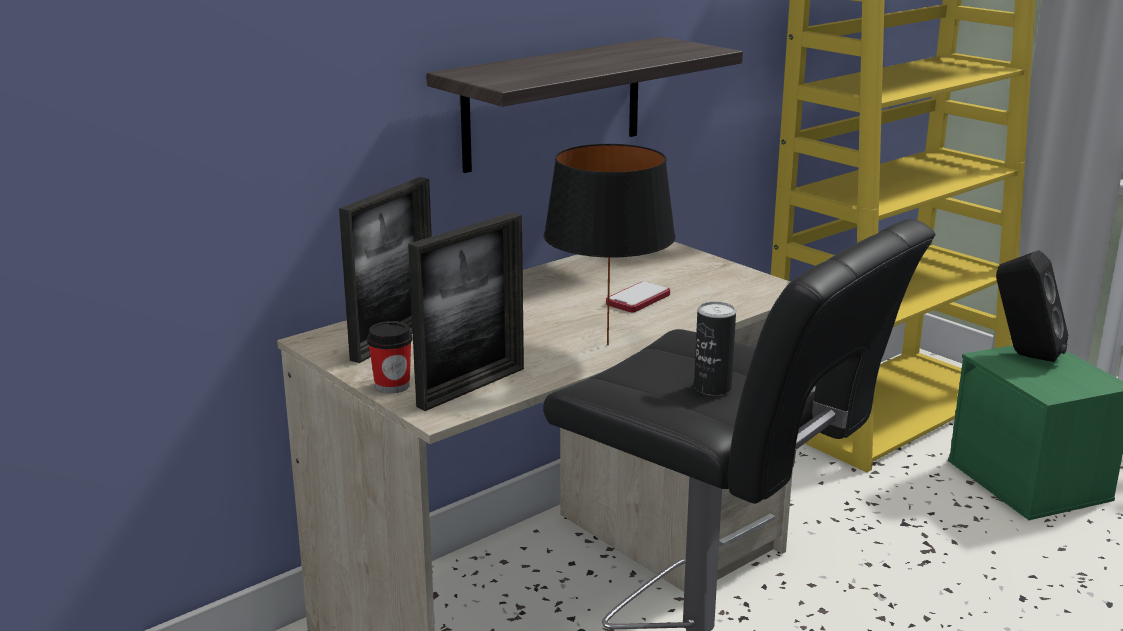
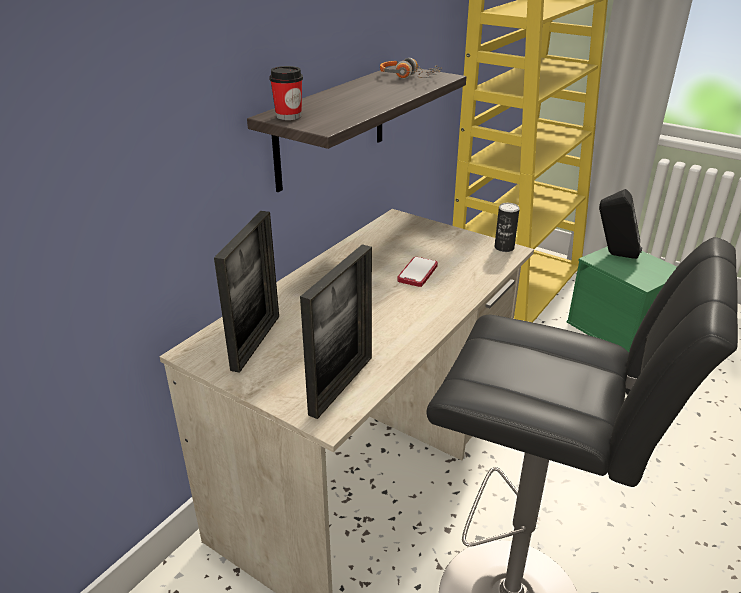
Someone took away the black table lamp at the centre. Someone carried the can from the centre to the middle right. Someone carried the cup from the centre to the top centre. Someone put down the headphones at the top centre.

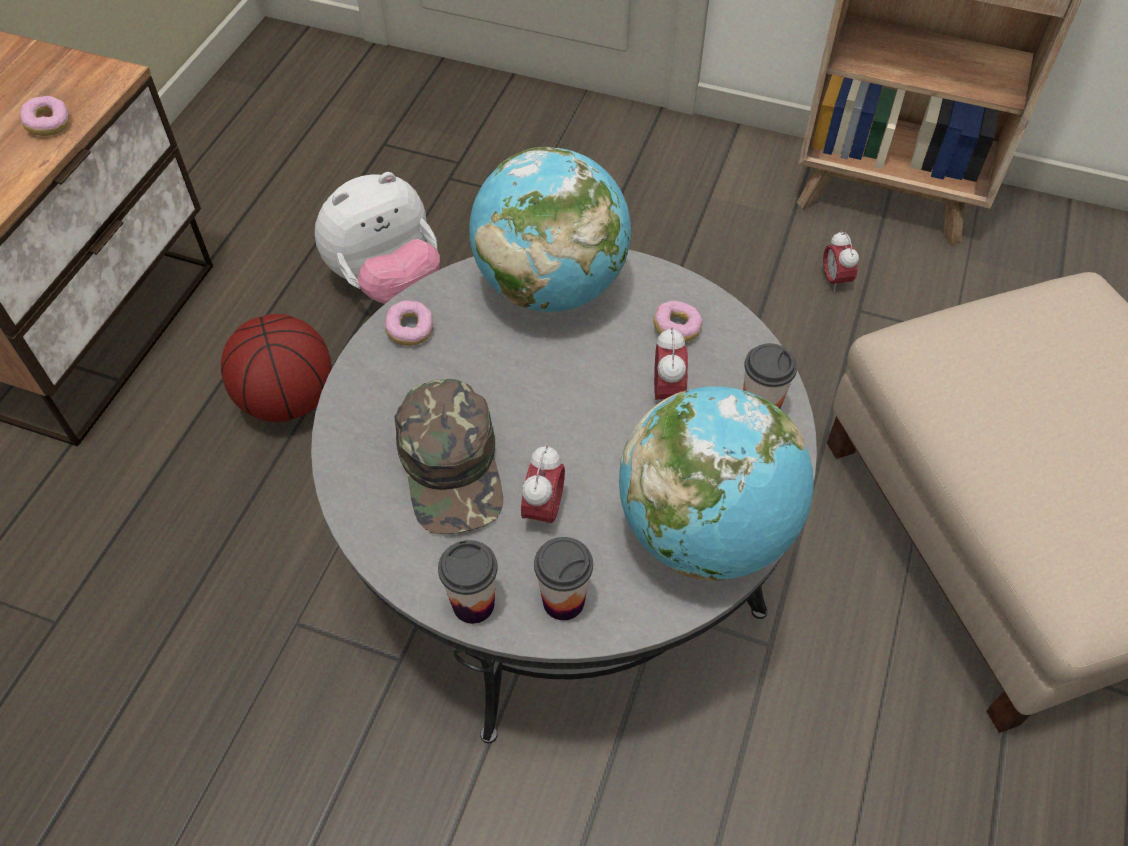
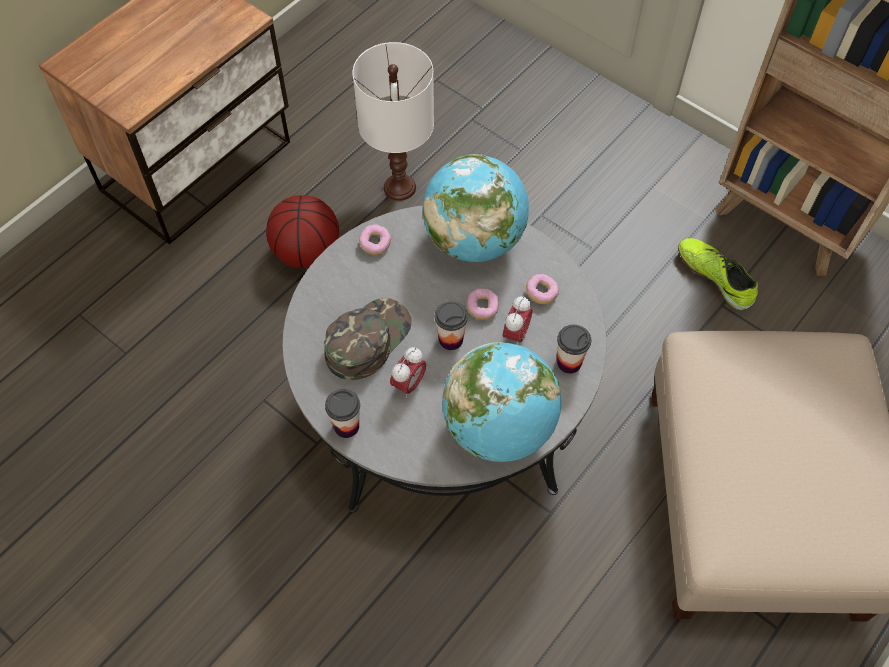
Someone carried the donut (1st from left in the first image) from the top left to the centre. Someone swapped the plush toy at the top centre for the white table lamp at the top centre. Someone swapped the alarm clock (3rd from left) at the top right for the shoe at the middle right. Someone rotated the green cap at the centre by 150 degrees counterclockwise. Someone carried the cup (2nd from left) from the bottom centre to the centre.

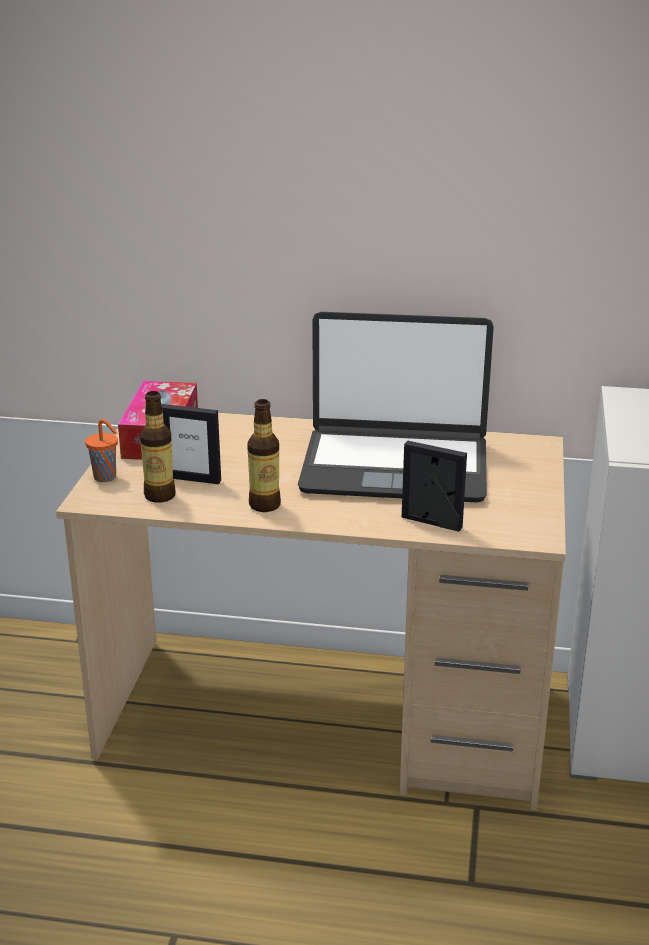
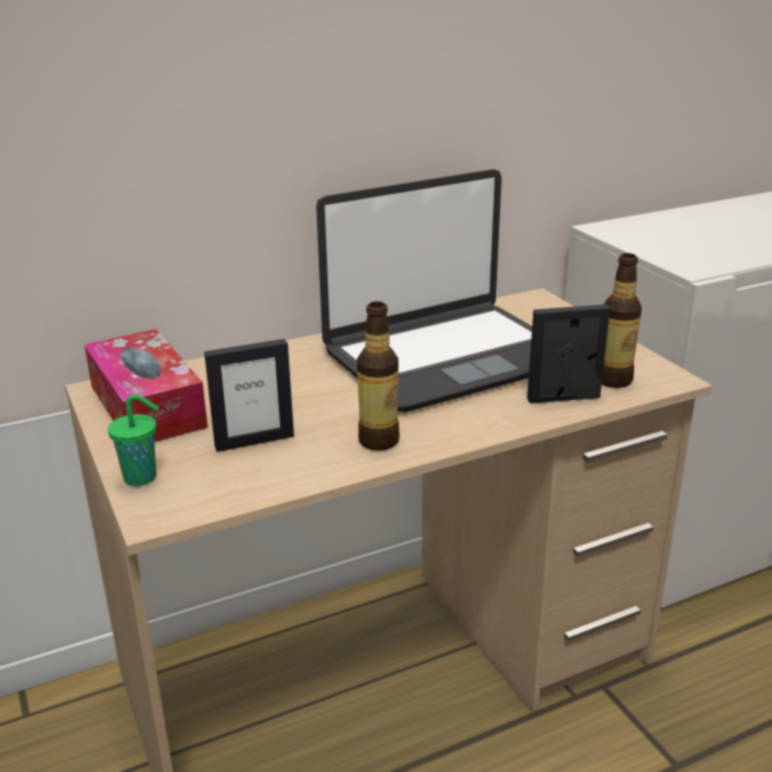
Someone carried the bottle (1st from left in the first image) from the middle left to the middle right. Someone repainted the orange cup at the middle left, which became the green cup at the middle left.

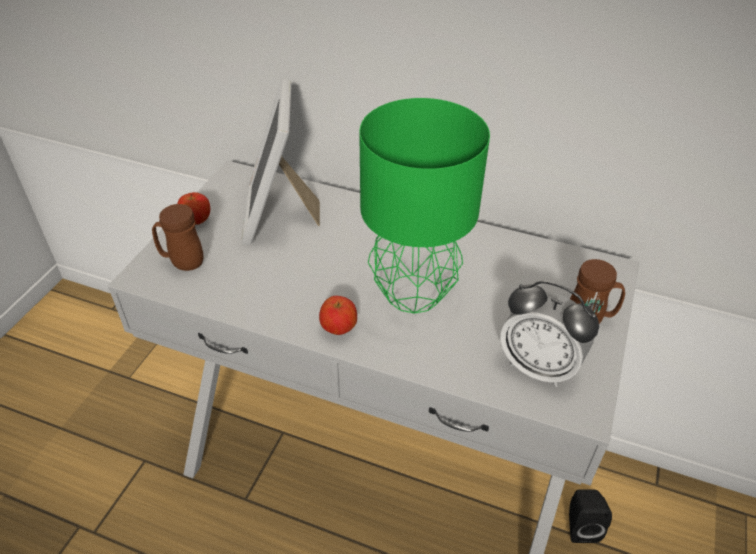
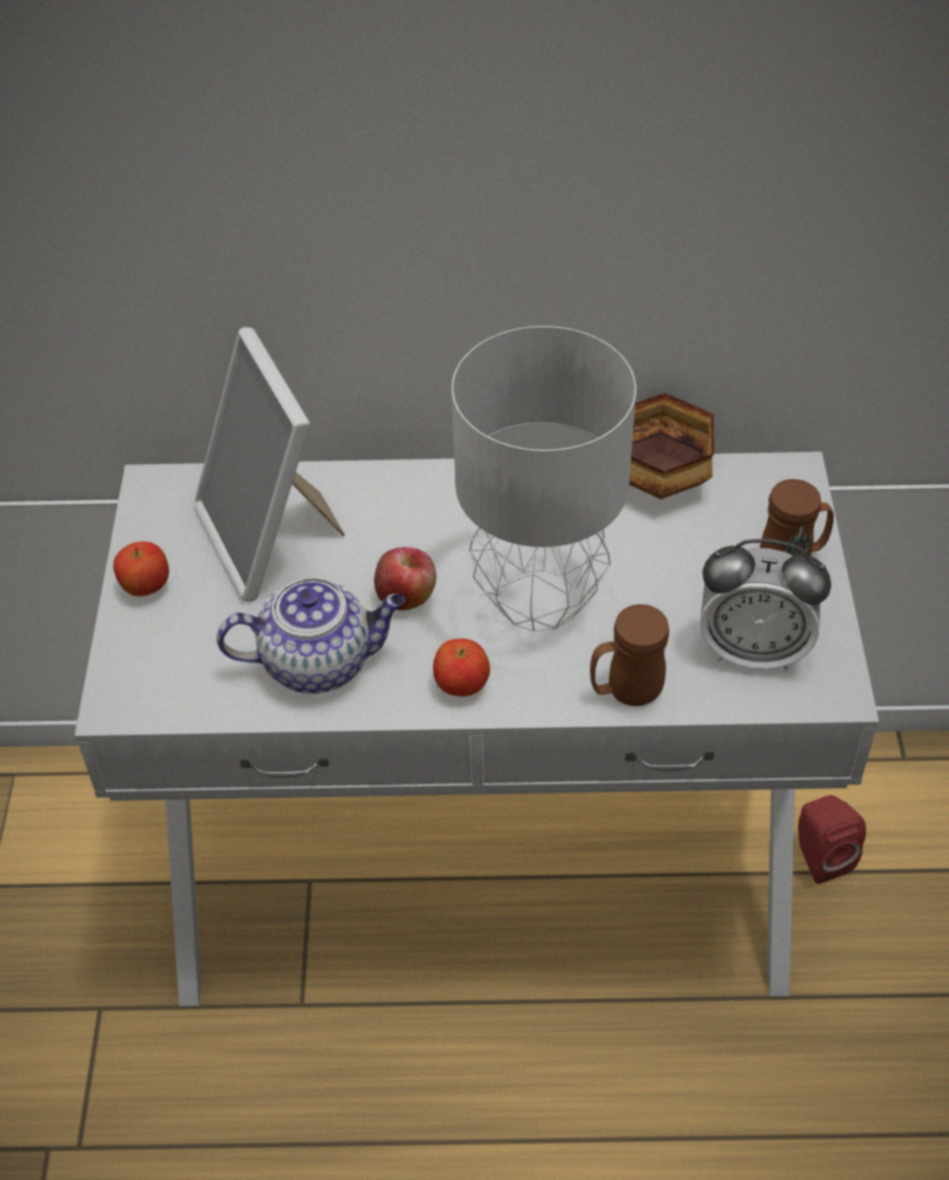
Someone repainted the green table lamp at the centre, which became the grey table lamp at the centre. Someone carried the brown mug (1st from left) from the middle left to the centre. Someone repainted the black speaker at the bottom right, which became the red speaker at the bottom right. Someone put down the bowl at the middle right. Someone put down the apple (2nd from left) at the centre. Someone put down the teapot at the middle left.

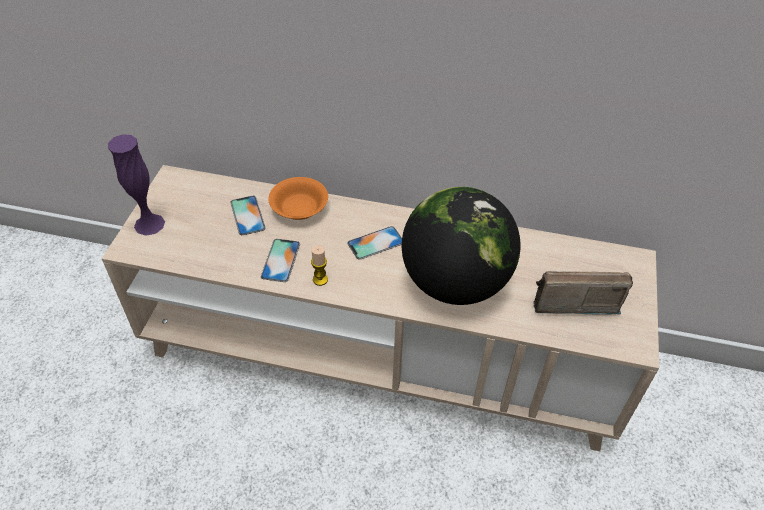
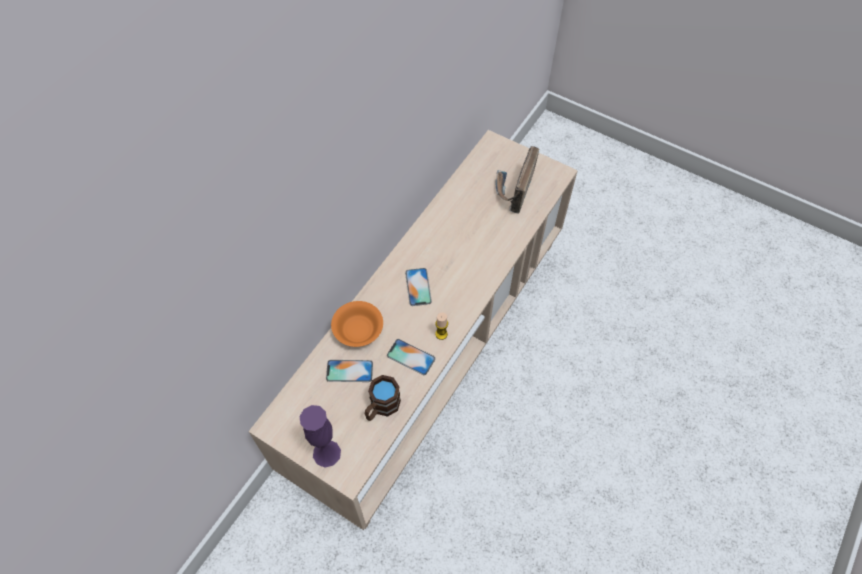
Someone took away the globe at the centre. Someone put down the brown mug at the bottom centre.

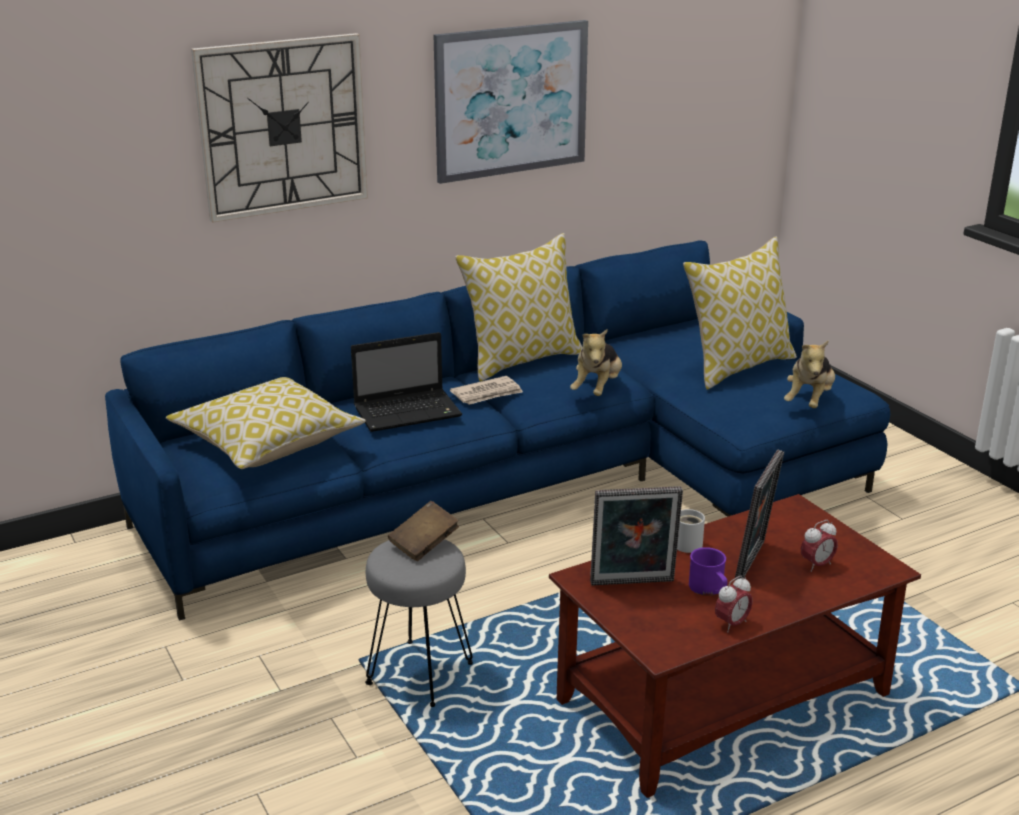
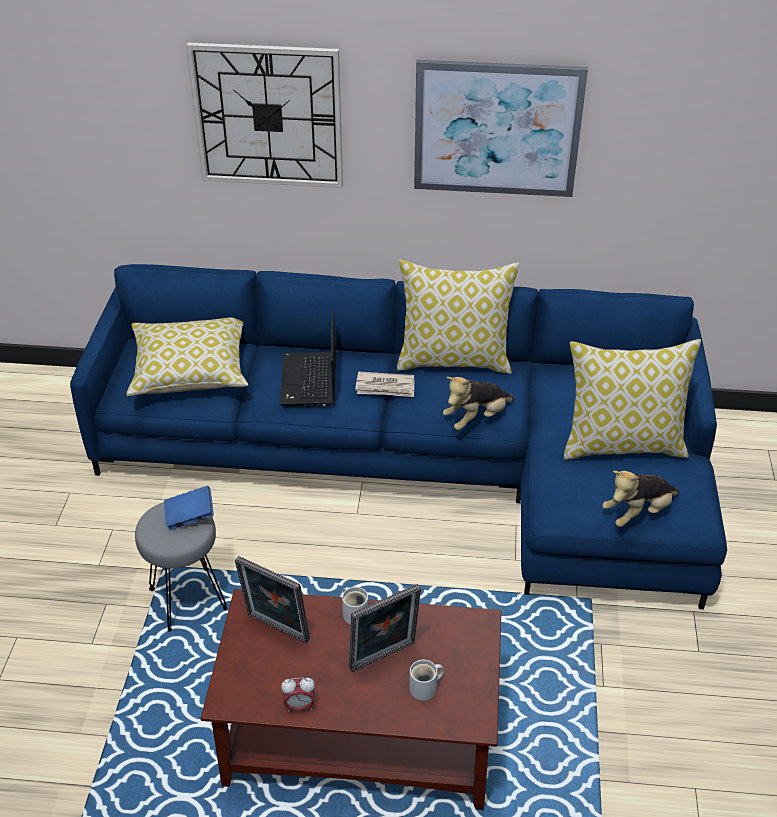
Someone rotated the laptop at the centre by 75 degrees clockwise. Someone repainted the brown book at the centre, which became the blue book at the middle left. Someone swapped the alarm clock (2nd from left) at the bottom right for the white mug (2nd from left) at the bottom centre. Someone took away the purple mug at the bottom right.

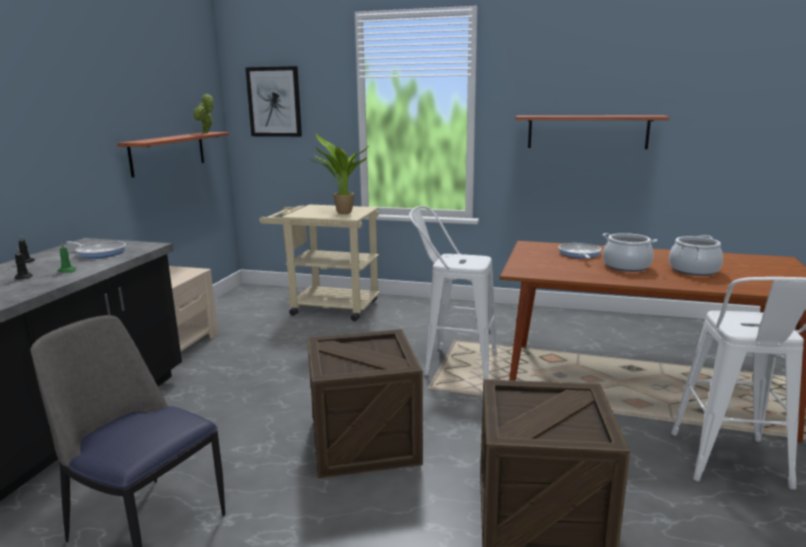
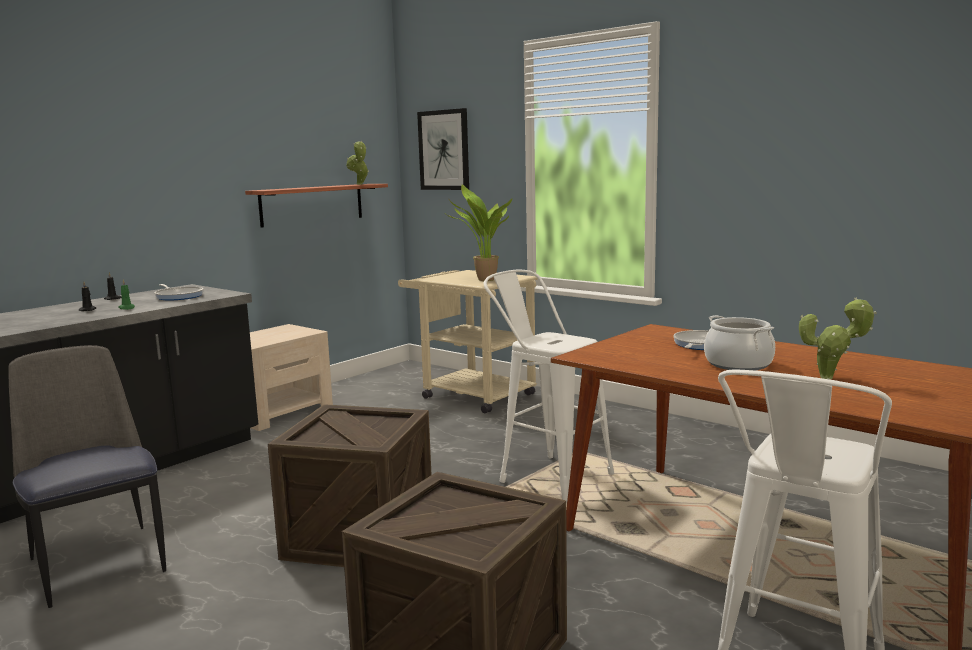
Someone took away the shelf (2nd from left) at the top right. Someone swapped the cooking pot (2nd from left) at the middle right for the potted plant (3rd from left) at the middle right.

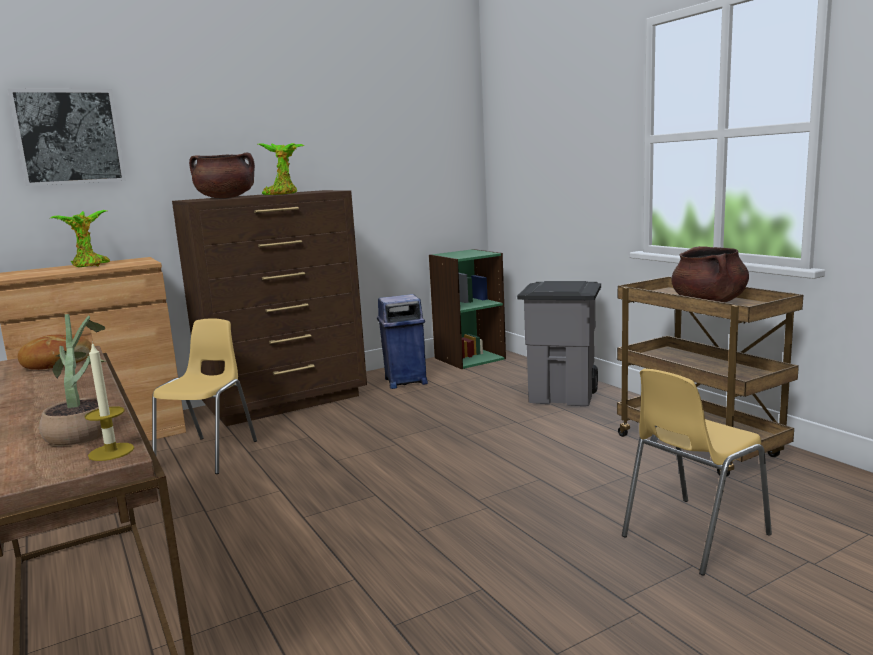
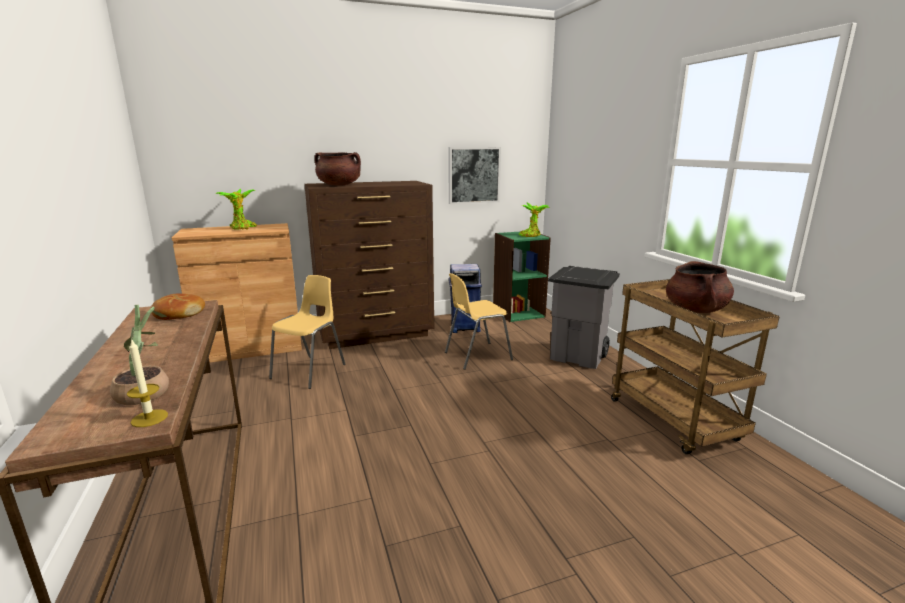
Someone carried the picture from the top left to the top centre. Someone carried the potted plant (3rd from left) from the top left to the centre. Someone carried the yellow chair (2nd from left) from the bottom right to the centre.

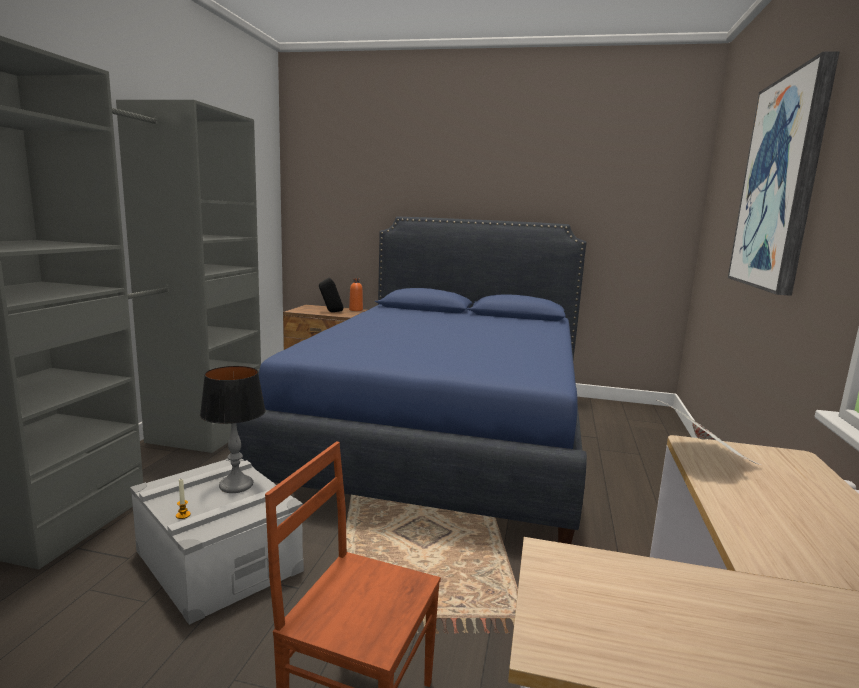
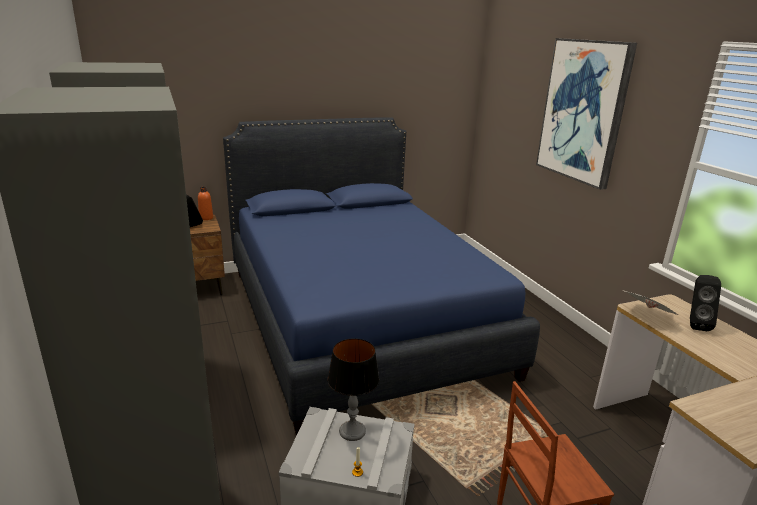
Someone put down the black speaker (2nd from left) at the middle right.

